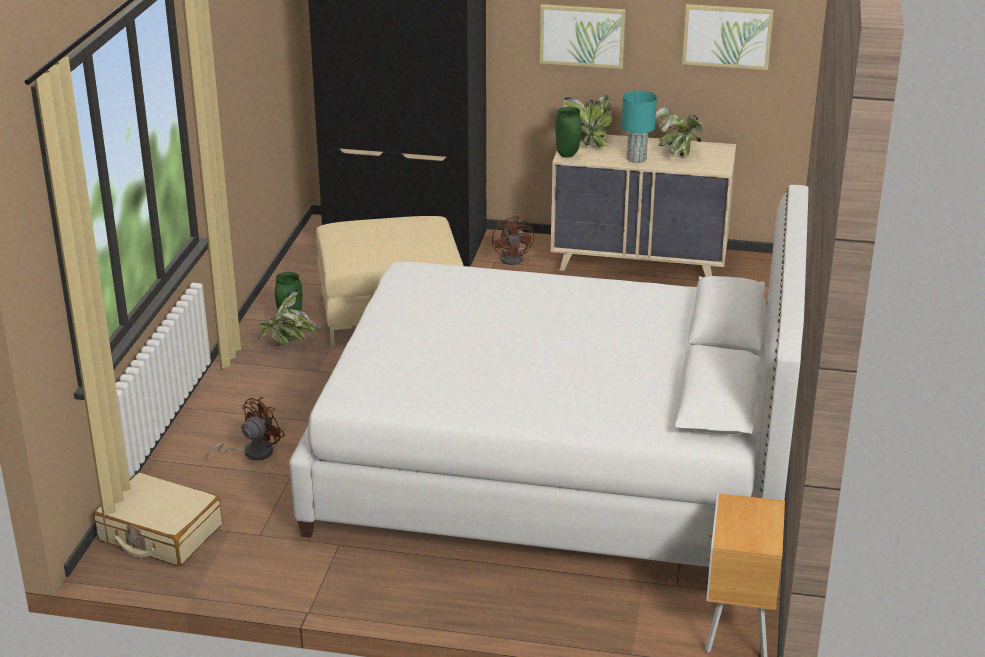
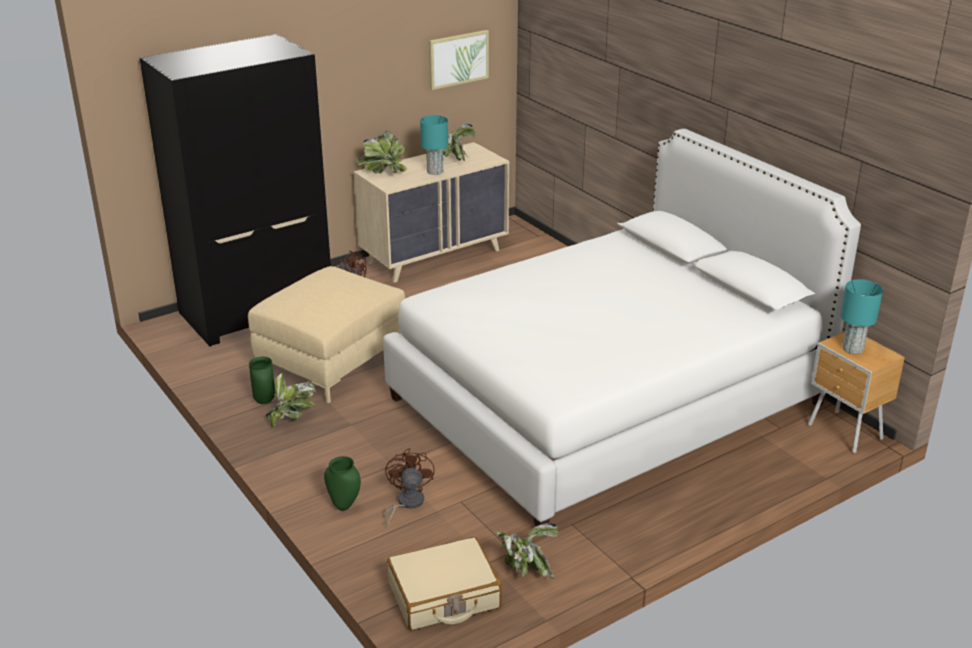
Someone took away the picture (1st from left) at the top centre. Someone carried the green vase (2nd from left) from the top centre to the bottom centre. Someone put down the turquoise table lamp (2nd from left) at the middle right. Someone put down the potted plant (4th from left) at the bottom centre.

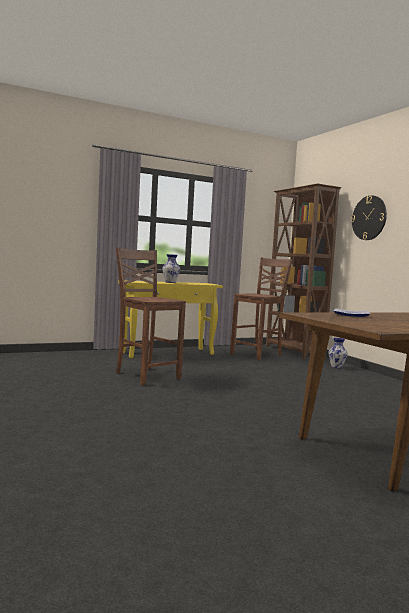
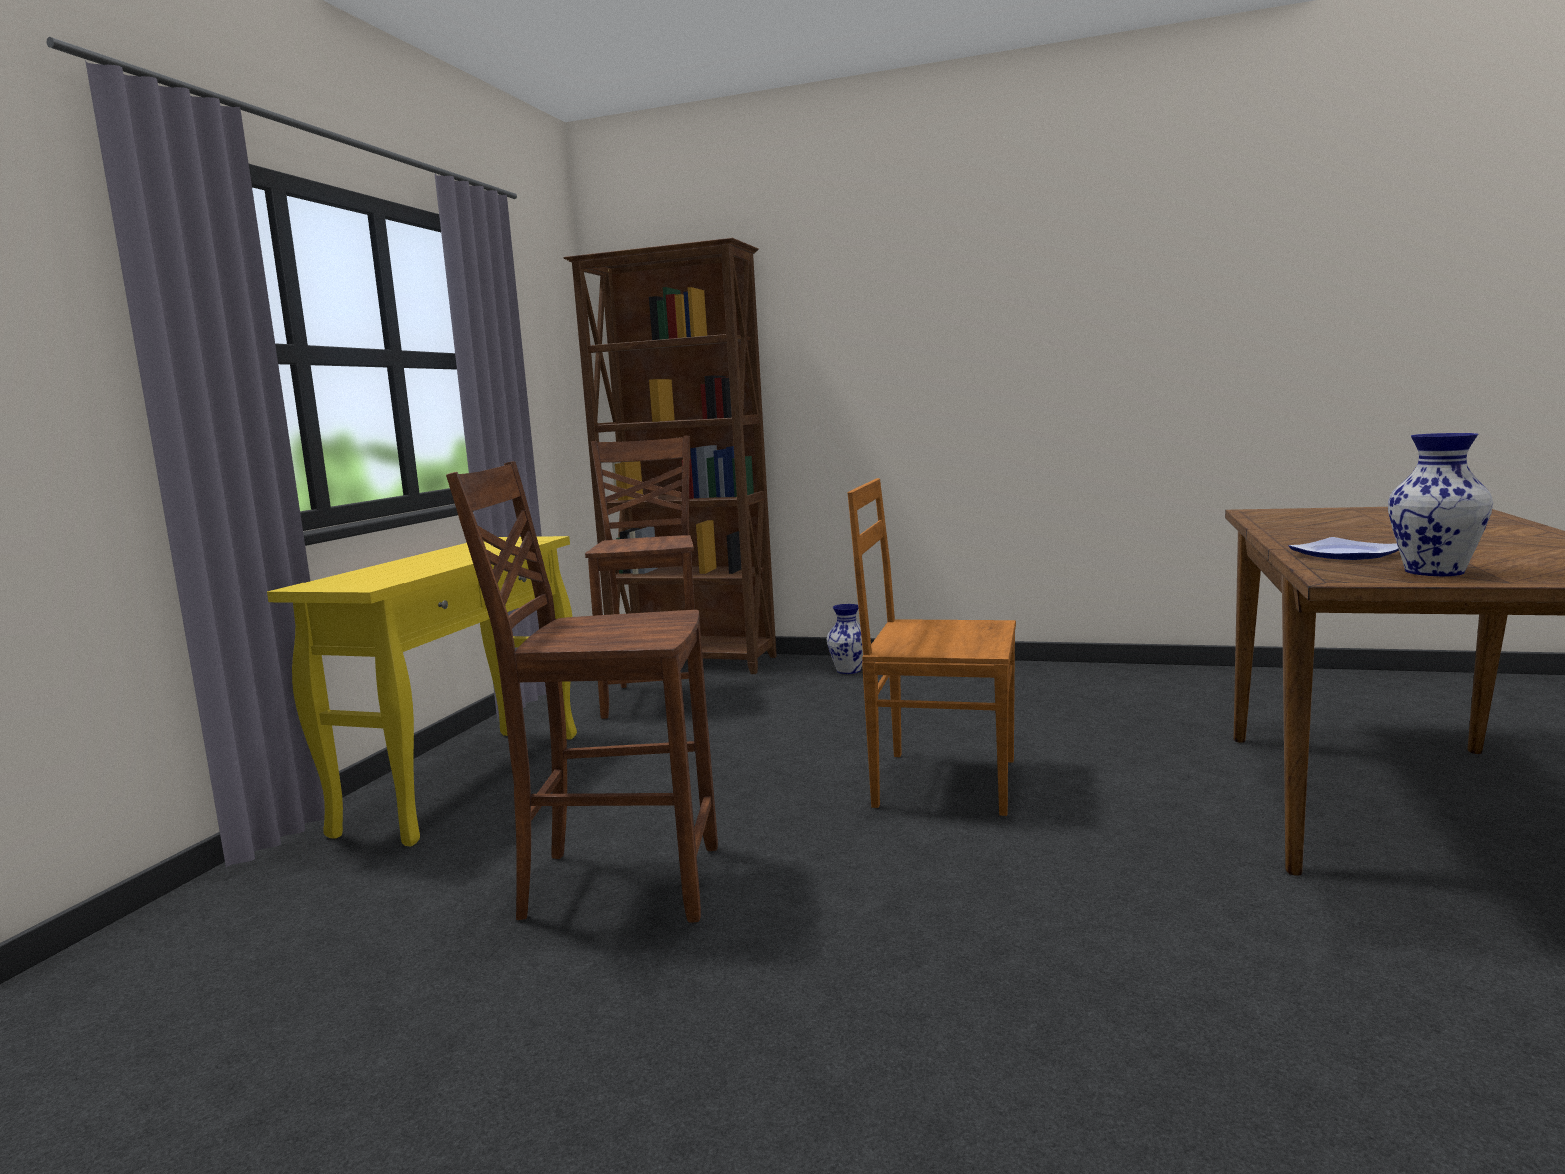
Someone took away the wall clock at the middle right. Someone carried the vase (1st from left in the first image) from the centre to the middle right. Someone put down the brown chair (3rd from left) at the centre.

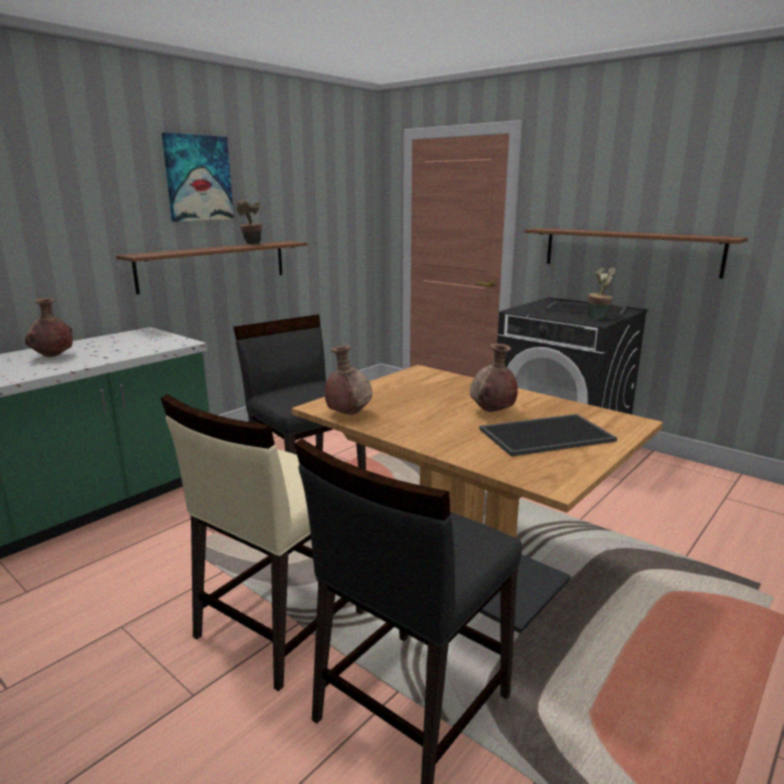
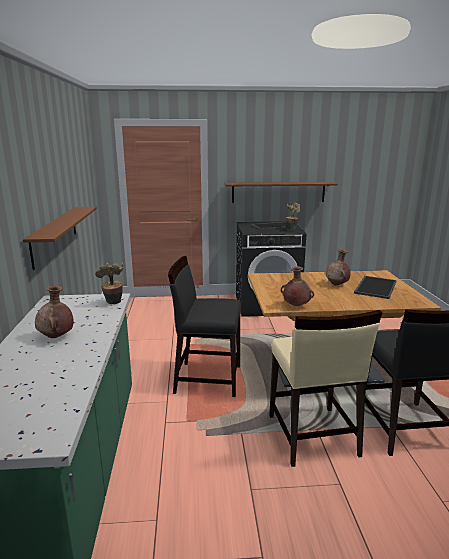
Someone took away the picture at the top left. Someone carried the potted plant (1st from left) from the top left to the middle left.

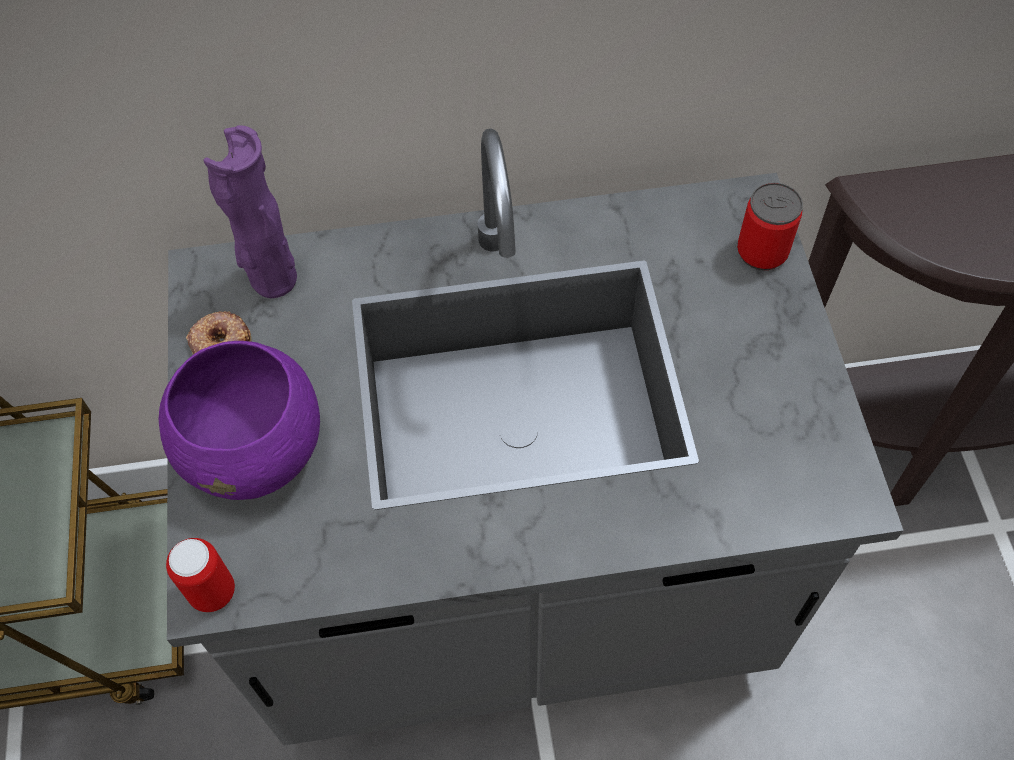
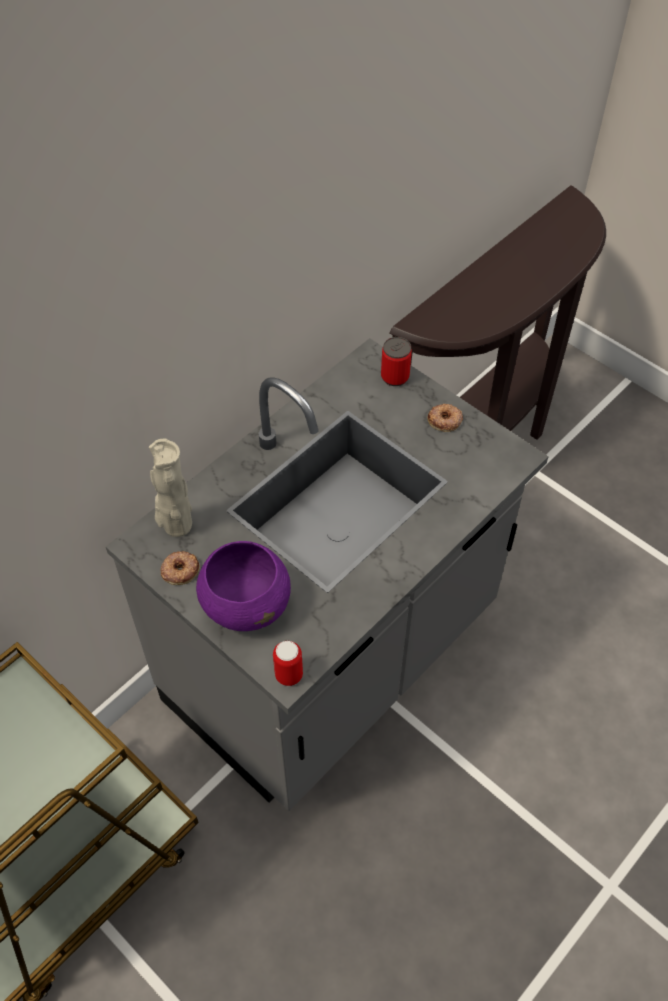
Someone repainted the purple vase at the top left, which became the beige vase at the middle left. Someone put down the donut (2nd from left) at the centre.

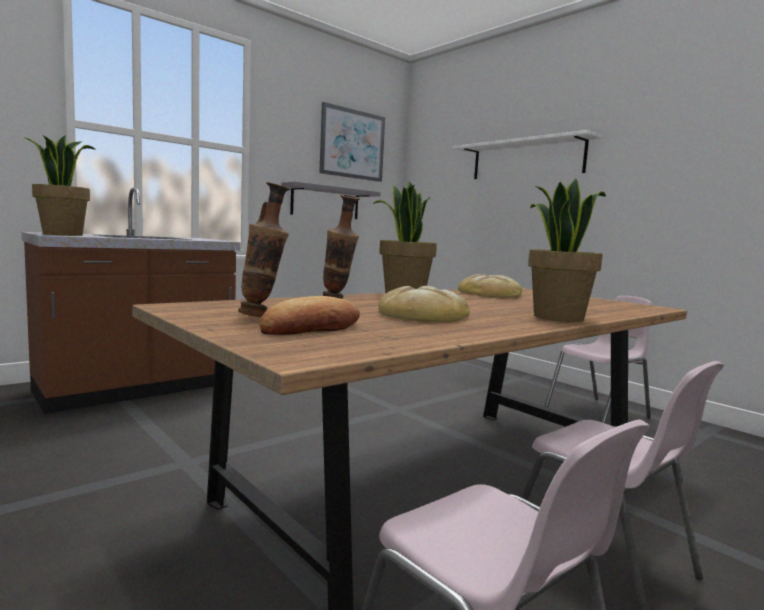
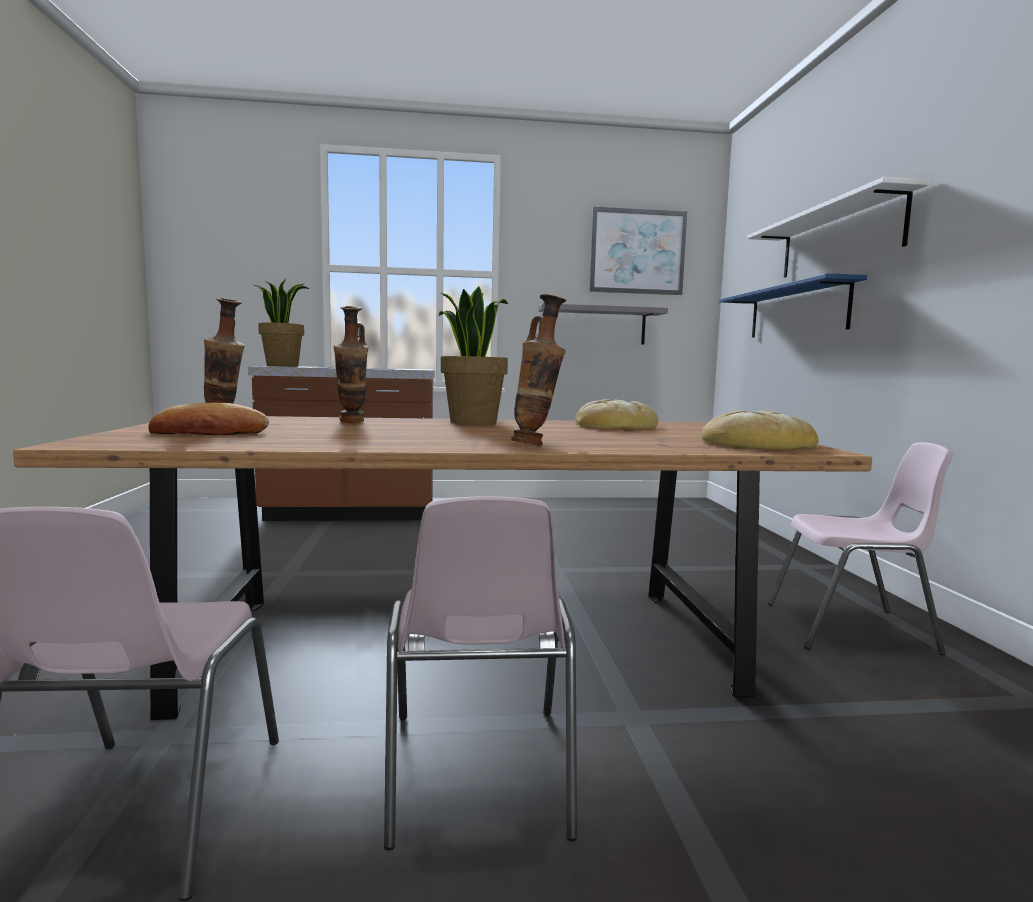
Someone swapped the potted plant (3rd from left) at the middle right for the vase (3rd from left) at the centre. Someone carried the bread (2nd from left in the first image) from the centre to the middle right. Someone put up the blue shelf at the middle right.

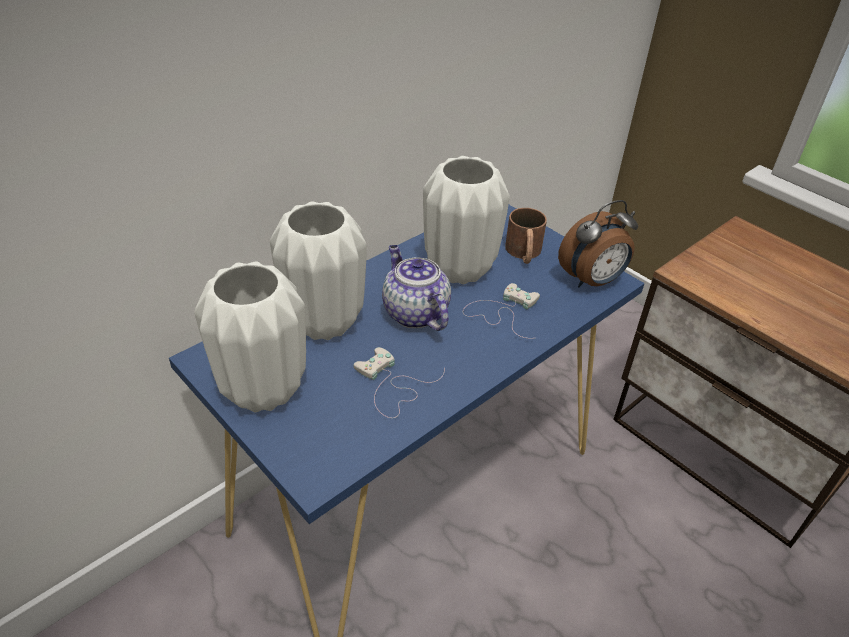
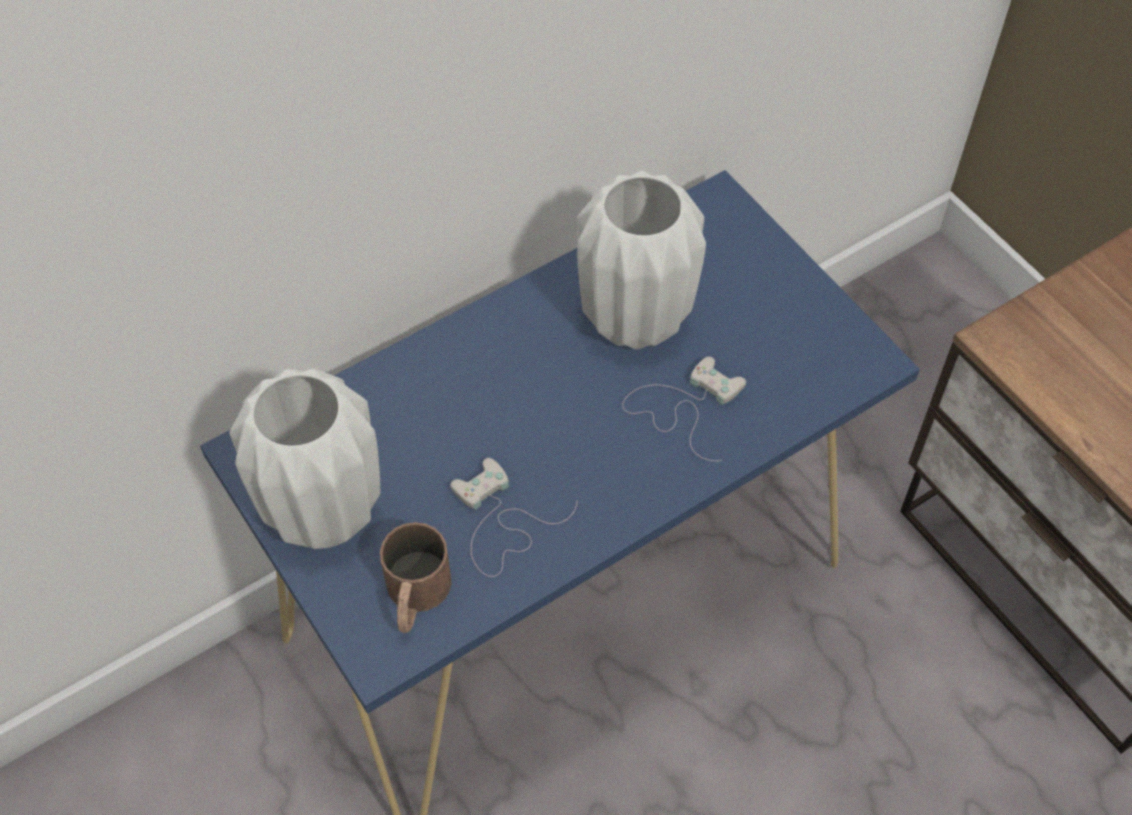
Someone took away the alarm clock at the middle right. Someone took away the white vase (2nd from left) at the centre. Someone carried the brown mug from the centre to the bottom centre. Someone took away the teapot at the centre.

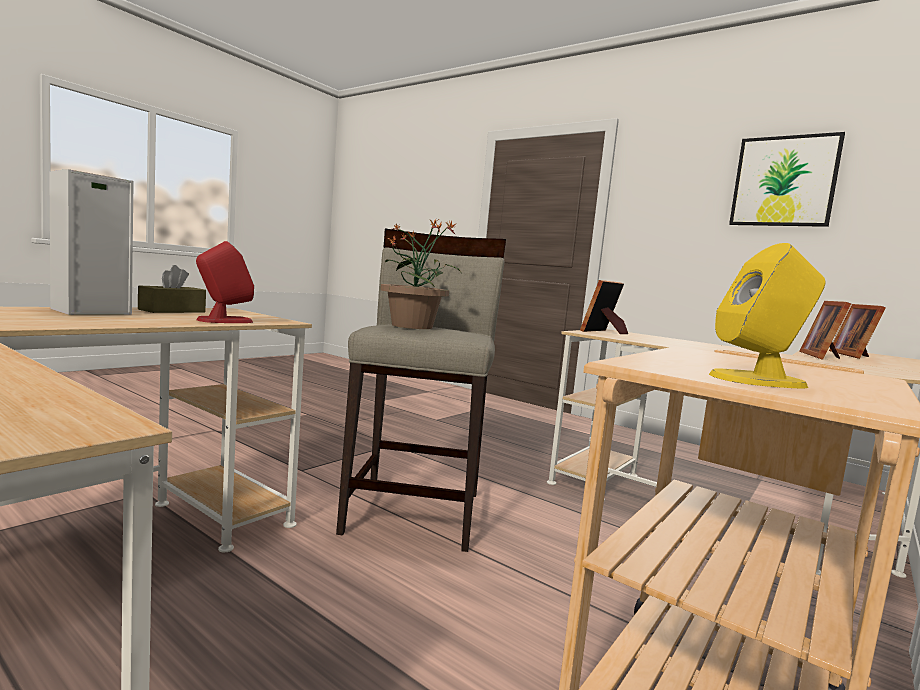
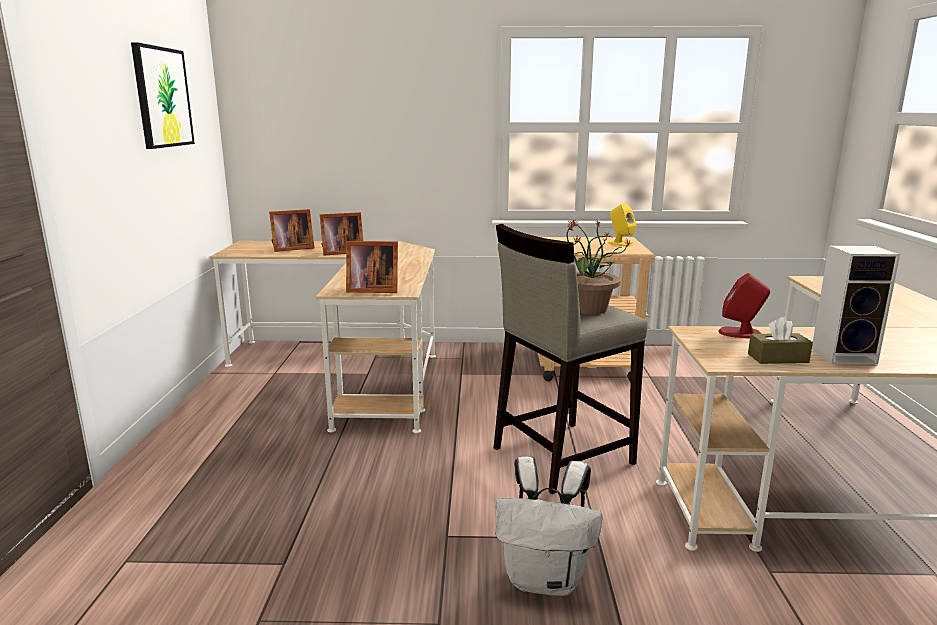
Someone put down the white backpack at the bottom centre.

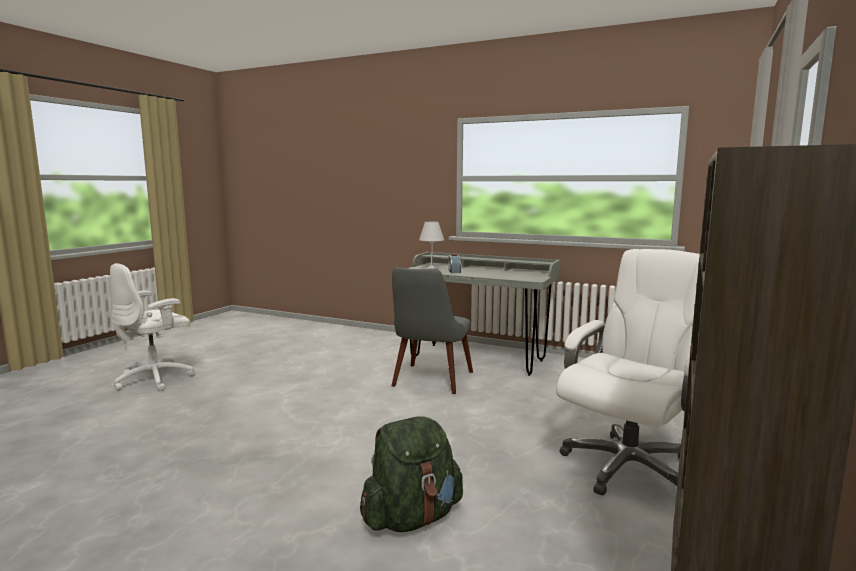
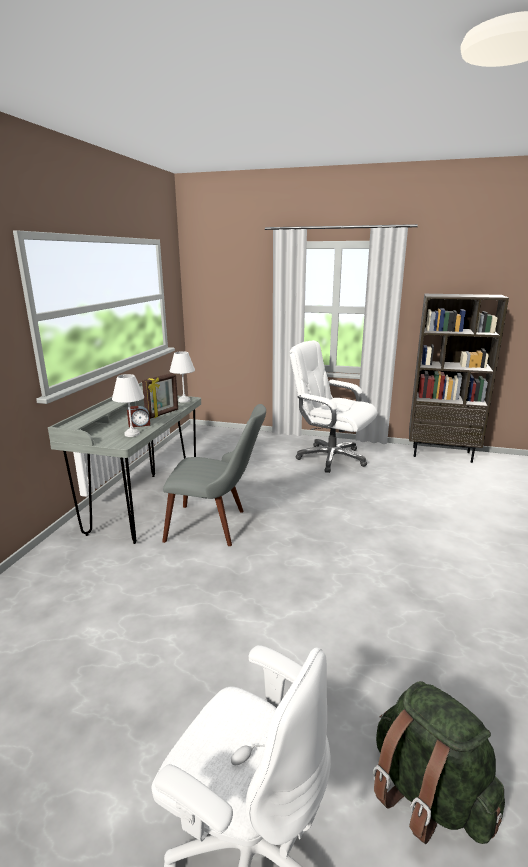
Someone carried the green backpack from the bottom centre to the bottom right. Someone put down the white table lamp (2nd from left) at the centre. Someone put down the picture frame at the middle left.

